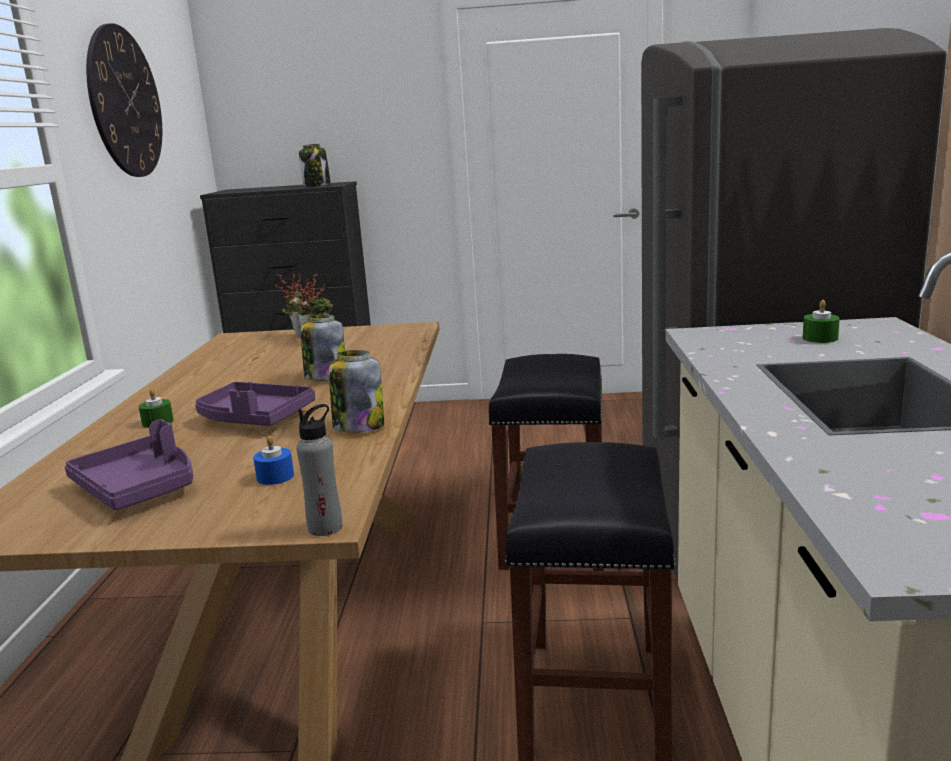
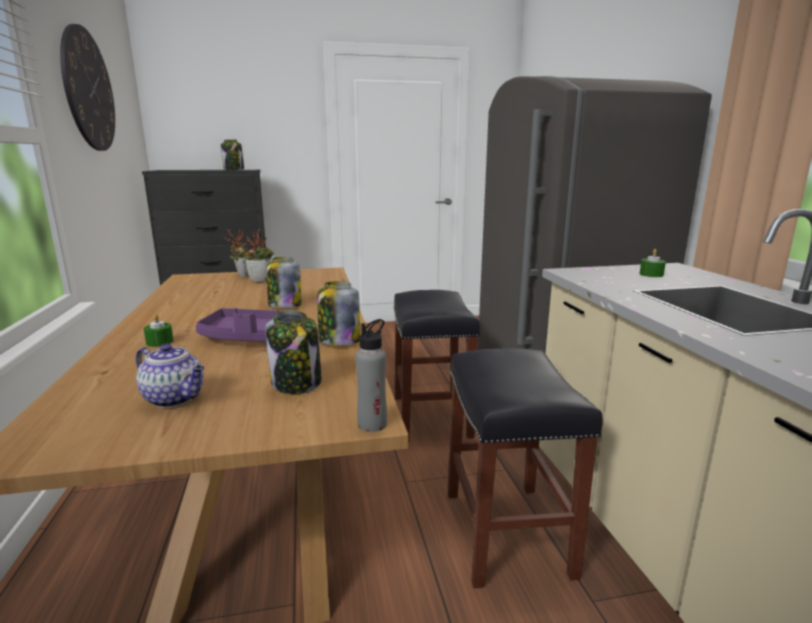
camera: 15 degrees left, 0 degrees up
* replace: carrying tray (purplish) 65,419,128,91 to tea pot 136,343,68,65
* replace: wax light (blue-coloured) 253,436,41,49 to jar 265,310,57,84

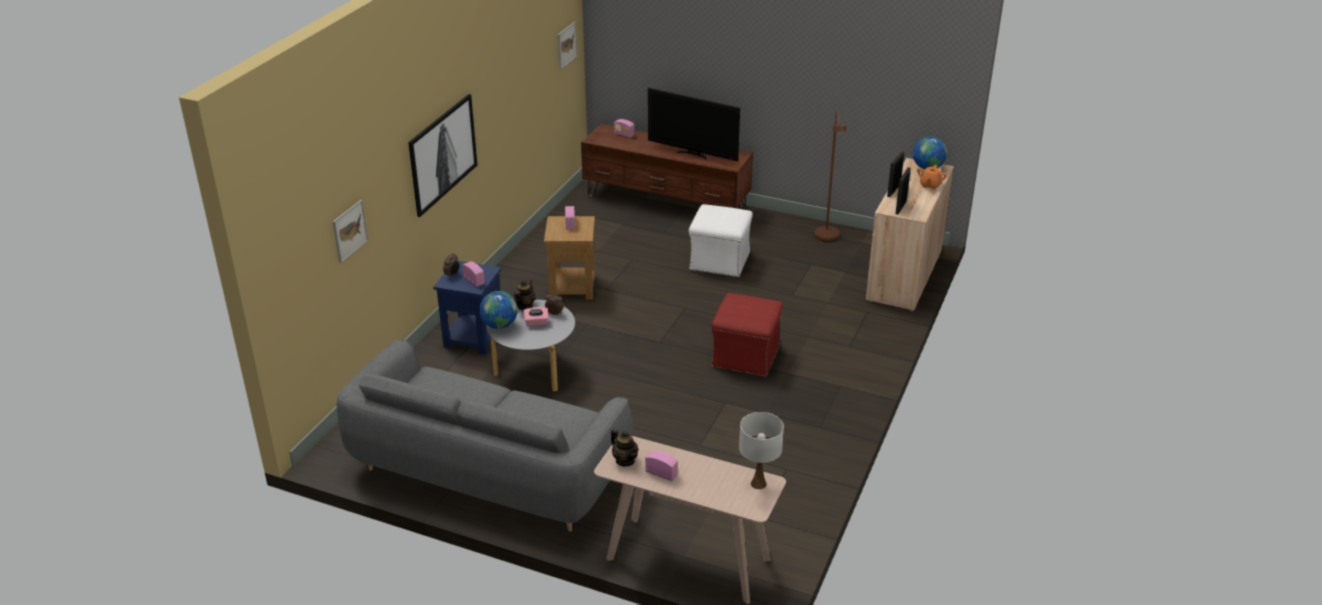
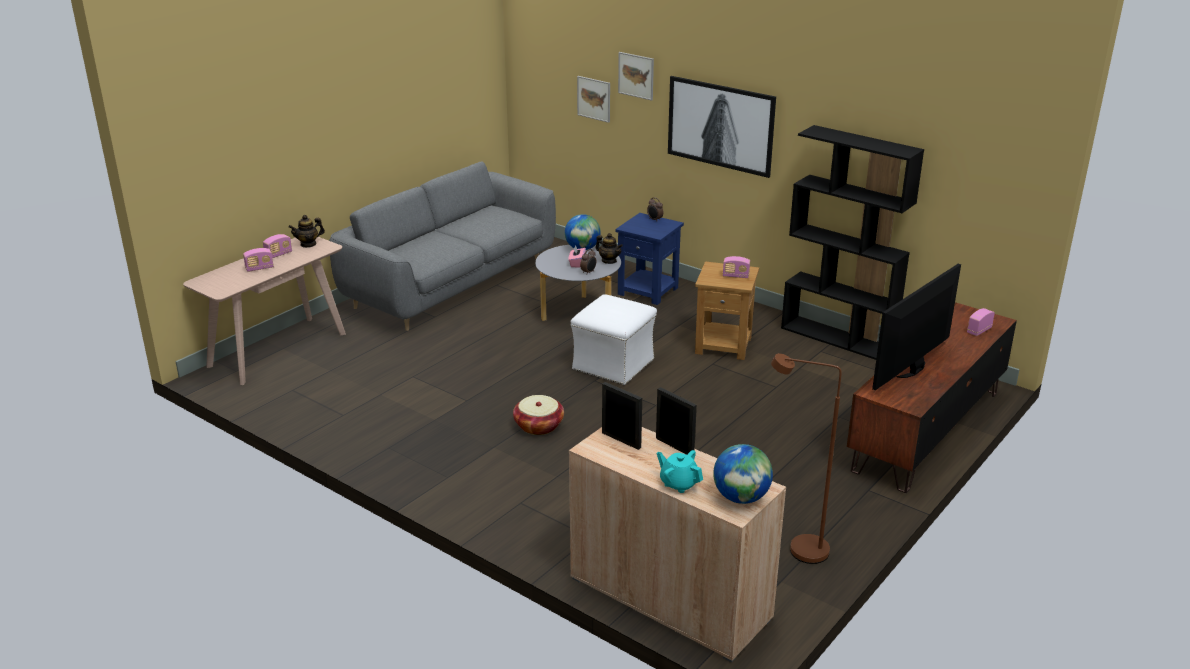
camera: 105 degrees right, 5 degrees down
* delete: lamp for a table (white) 739,412,45,77
* insert: bookshelf (black-coloured) 781,125,143,235
* move: radio 462,261,23,26 to 243,248,31,24
* move: picture 558,22,19,48 to 618,52,36,49
* move: footrest (white) 689,204,64,73 to 571,294,86,91
* replace: footrest (red) 711,293,72,84 to household basket 513,395,51,40
* recolor: tea pot (orangey) 917,165,30,25 to tea pot (turquoise) 657,450,46,43

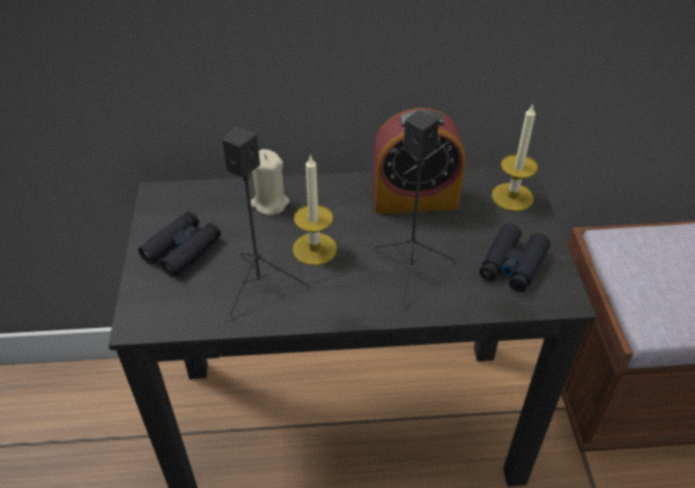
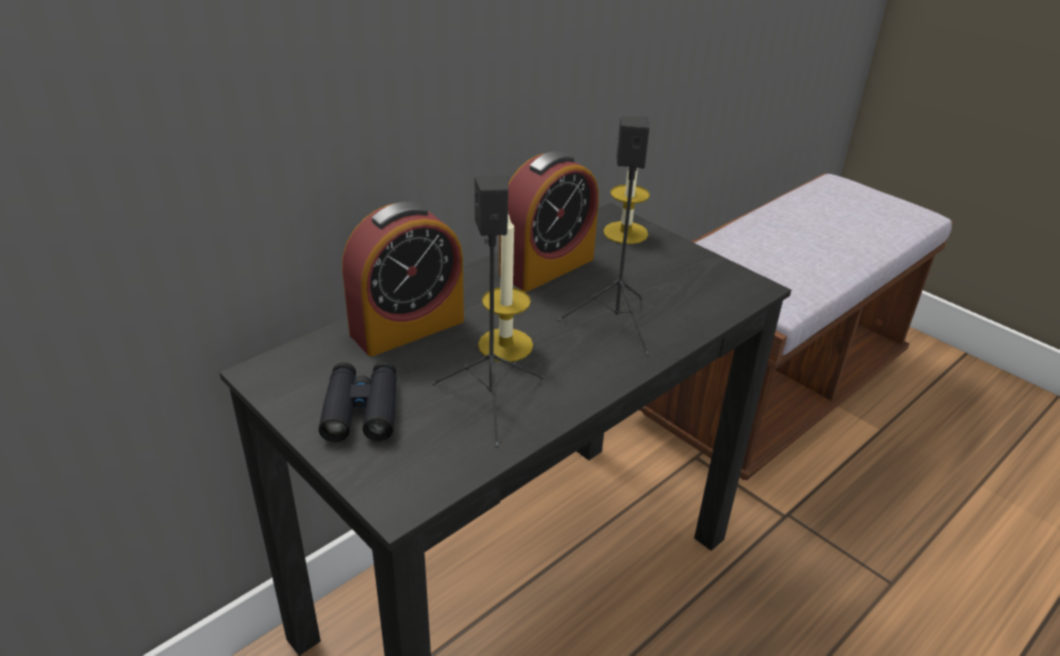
camera: 40 degrees left, 10 degrees down
* delete: binoculars (black-coloured) 479,223,71,69
* replace: wax light (beige-coloured) 251,149,39,66 to table clock 342,202,122,154

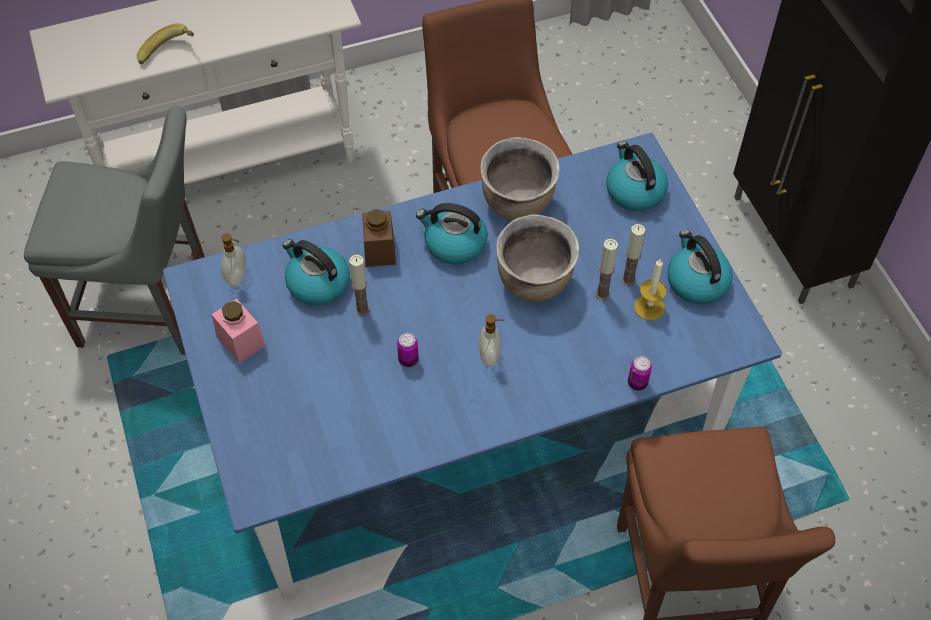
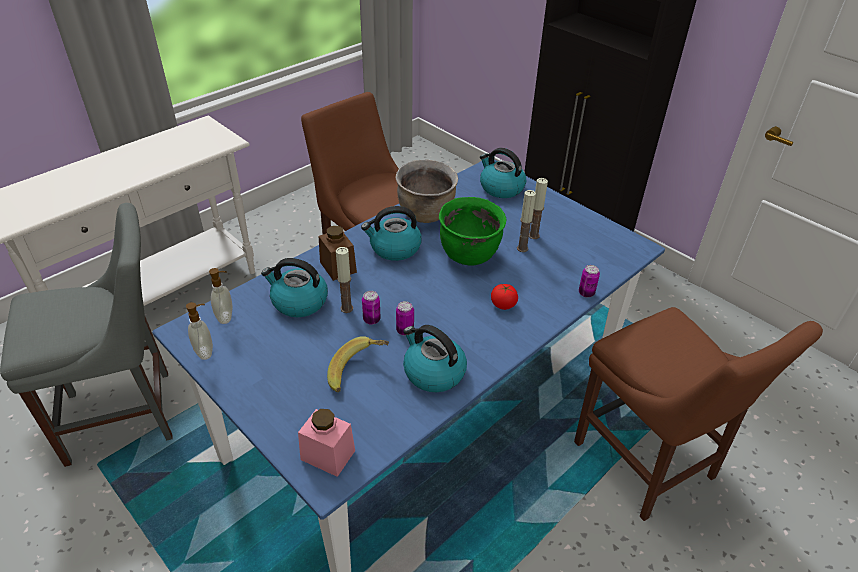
camera: 25 degrees left, 15 degrees down
* delete: wax light 634,258,33,62
* insert: sealed can 362,291,19,34
* insert: fresh tomato 491,284,27,26
* move: whole banana 137,23,57,42 to 327,336,62,56
* move: jar (pink) 211,298,55,65 to 298,409,57,68
* move: soap dispenser 479,314,26,53 to 186,302,27,58
* move: kettle 667,230,66,74 to 403,325,64,67
* recolor: saucepot (brownish) 496,214,83,88 to saucepot (green) 439,197,68,69

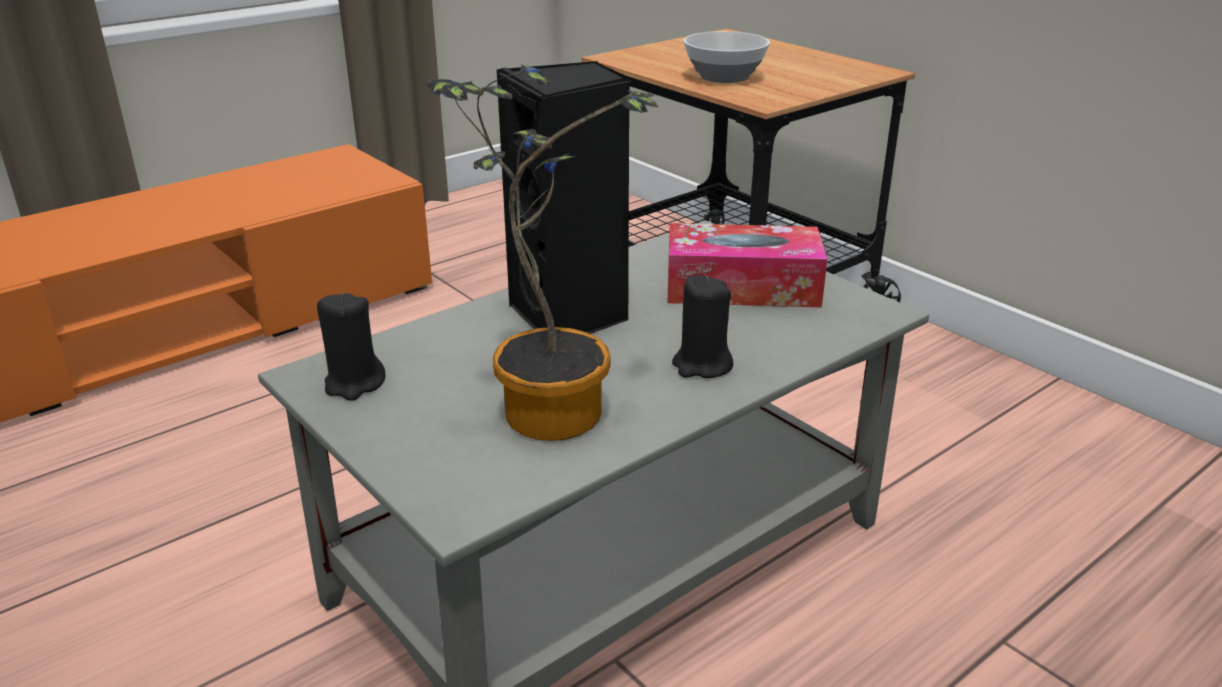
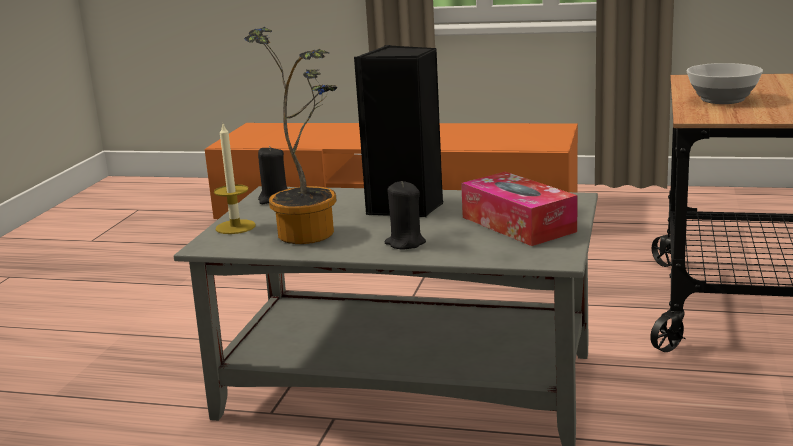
camera: 55 degrees right, 10 degrees down
* insert: wax light 214,124,42,110

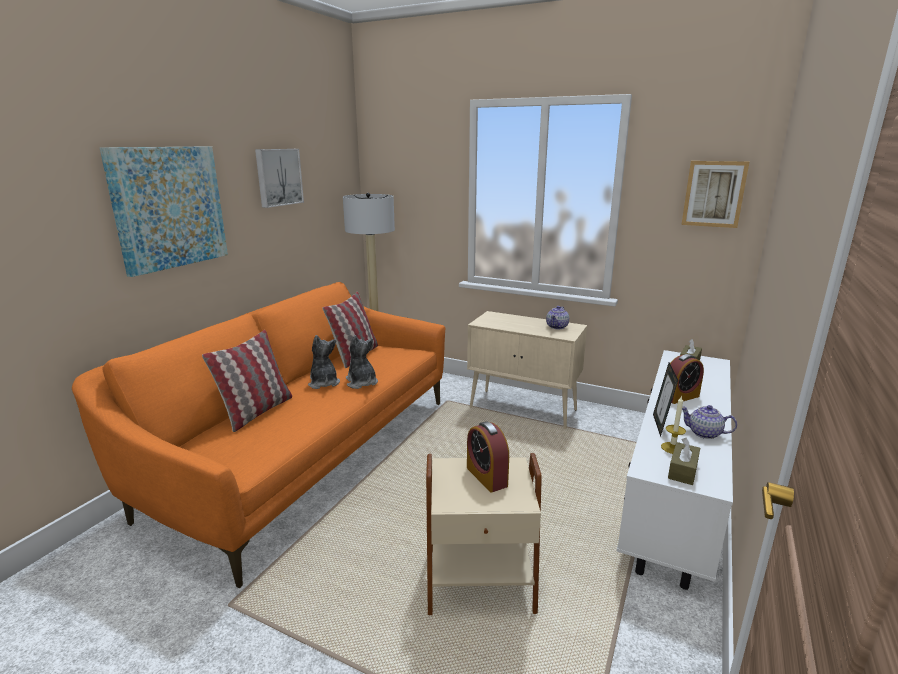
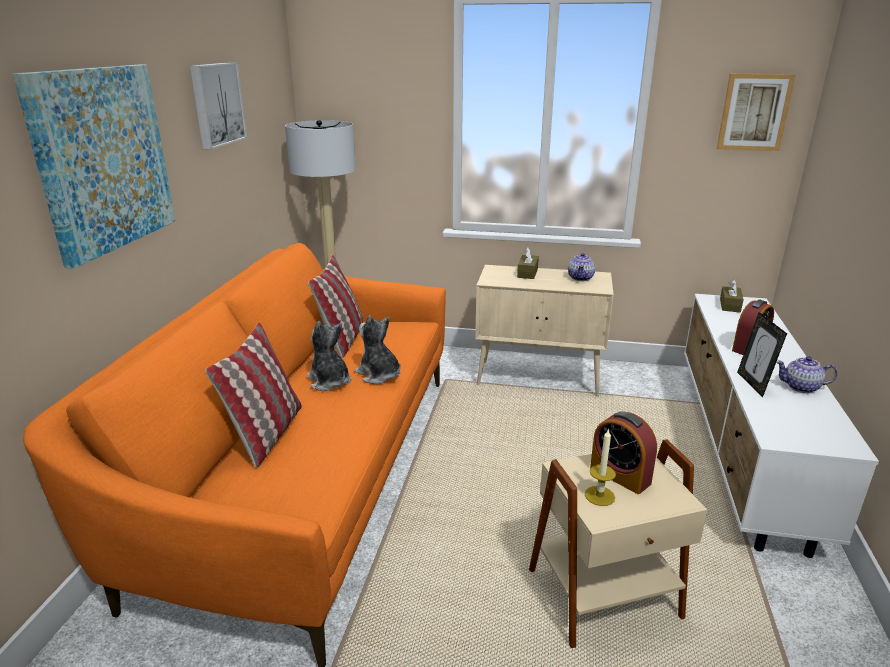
camera: 15 degrees left, 5 degrees up
* move: wax light 661,395,25,59 to 585,428,31,78
* move: tissue holder (brownish) 668,438,32,47 to 517,247,22,32

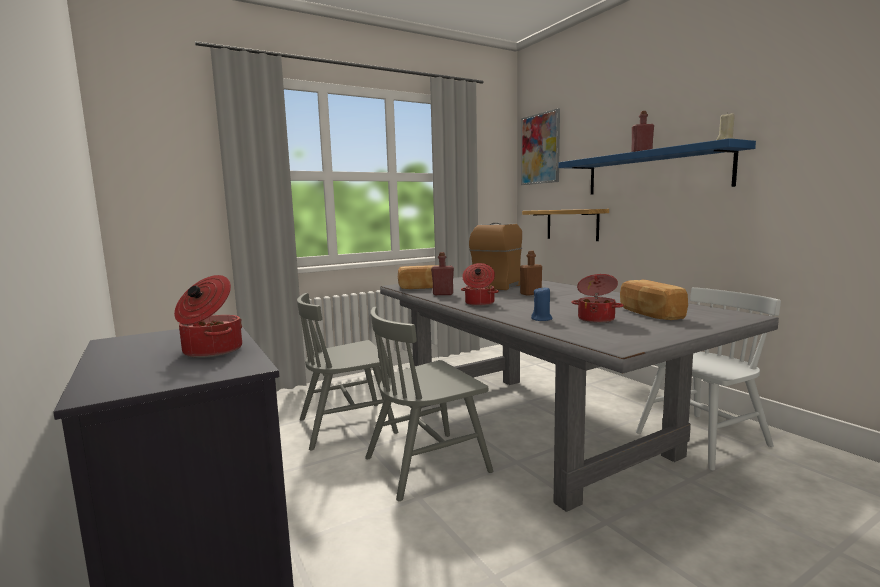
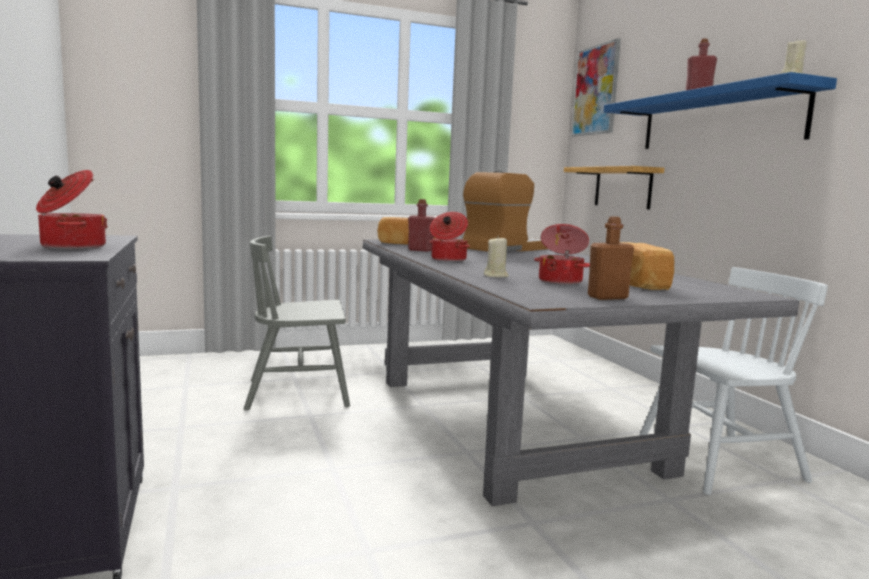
camera: 10 degrees right, 0 degrees up
* delete: plain chair (grey) 365,307,128,194
* move: beverage bottle (brownish) 520,251,22,45 to 588,216,46,84
* recolor: wax light (blue-coloured) 531,286,22,35 to wax light (beige-coloured) 484,236,25,41

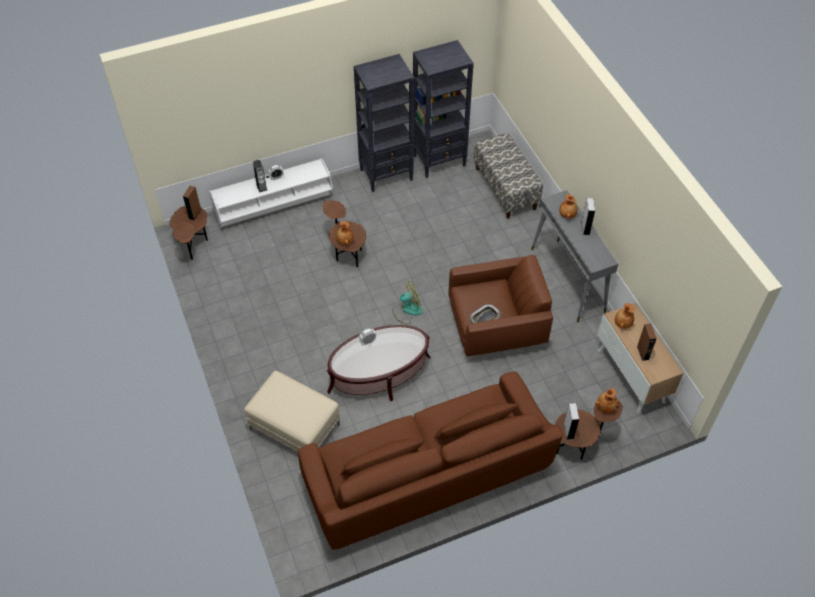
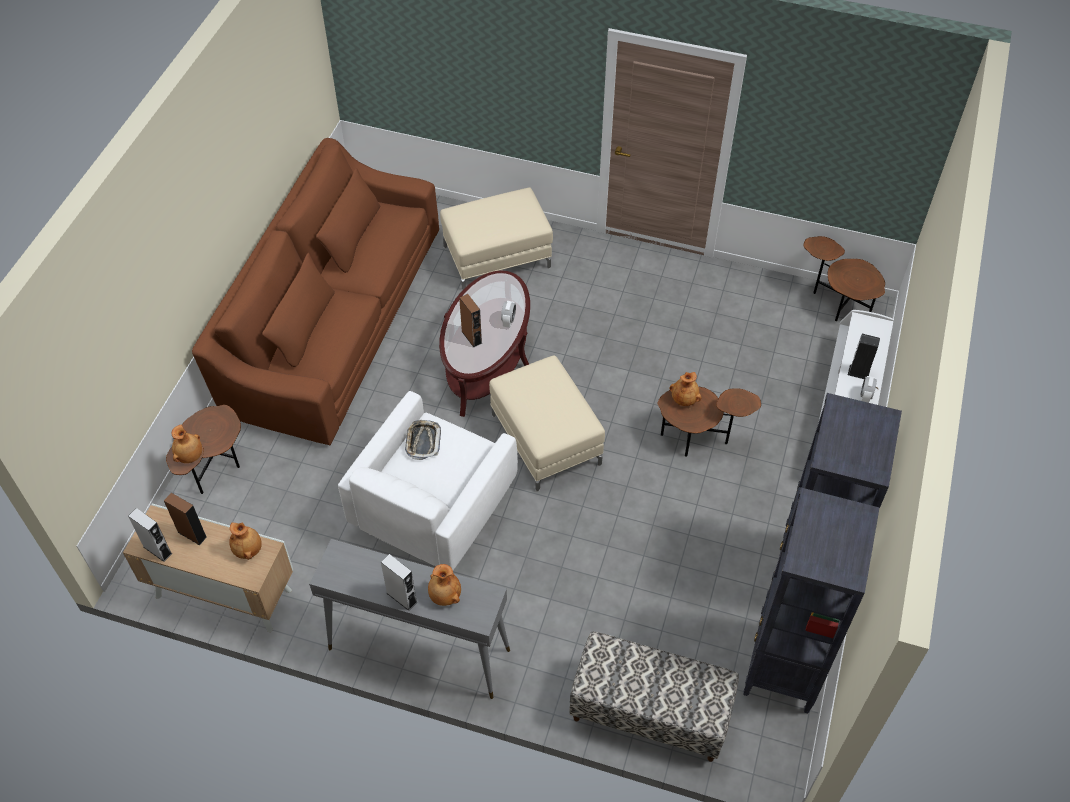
camera: 130 degrees right, 0 degrees up
* move: audio speaker (brownish) 183,186,18,35 to 459,294,23,53
* move: audio speaker (grey) 564,403,15,37 to 128,508,44,54
* replace: cooling fan 392,281,31,44 to footrest (beige-coloured) 489,355,116,137
* recolor: lounge chair (brownish) 449,255,104,101 to lounge chair (white) 338,391,180,179

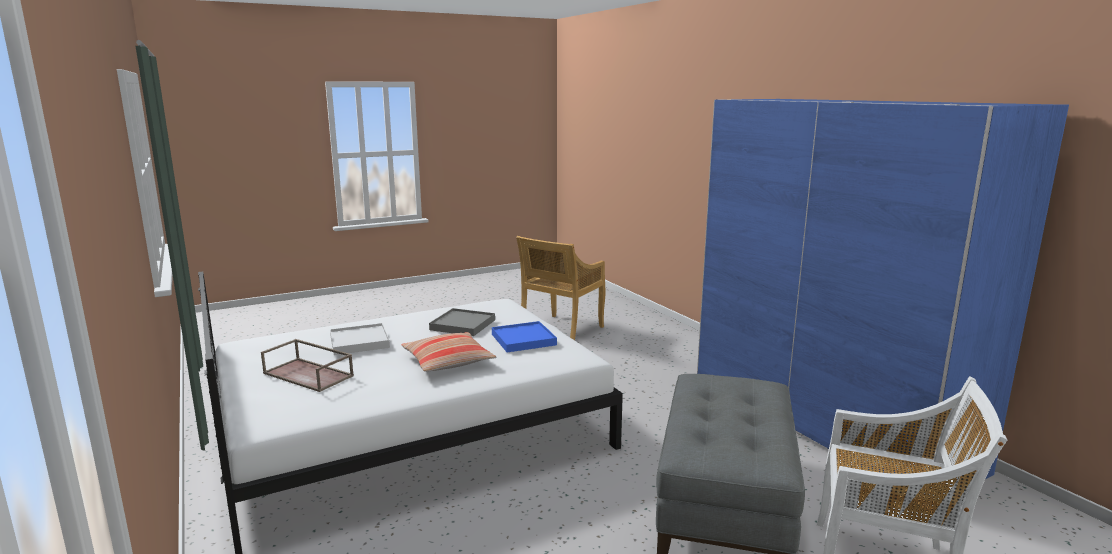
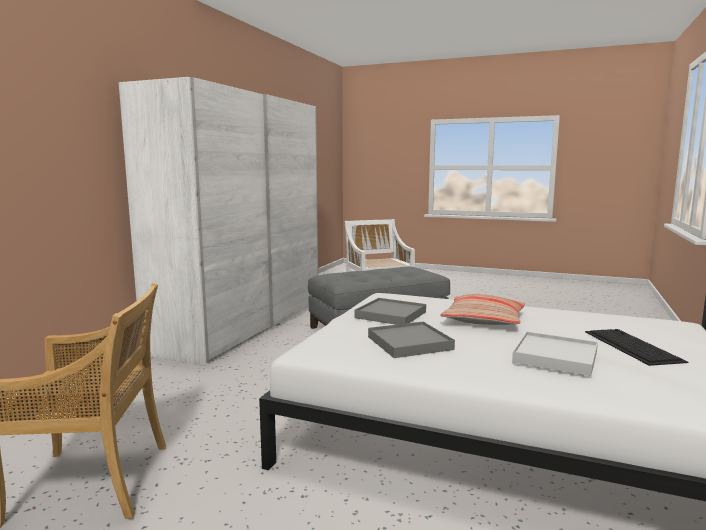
camera: 130 degrees left, 5 degrees down
* replace: carrying tray (brownish) 261,339,93,53 to PC keyboard 585,329,104,37
* recolor: carrying tray (blue-coloured) 492,321,65,31 to carrying tray (grey) 354,298,72,27
* recolor: clothes cupboard (blue-coloured) 697,99,372,395 to clothes cupboard (white) 119,77,199,289

